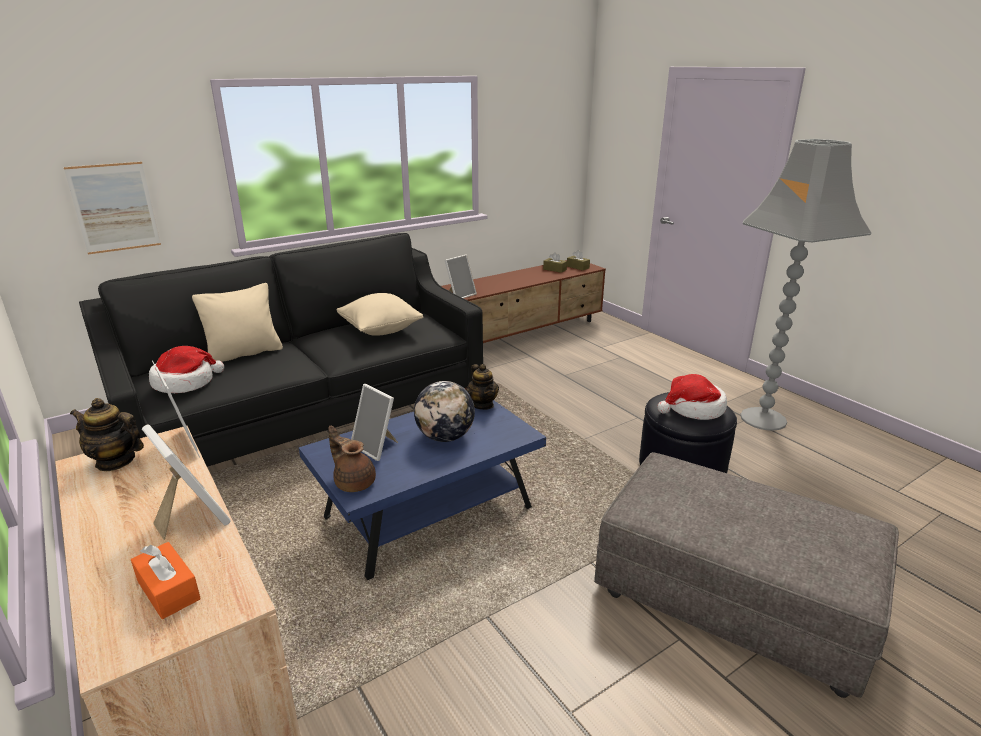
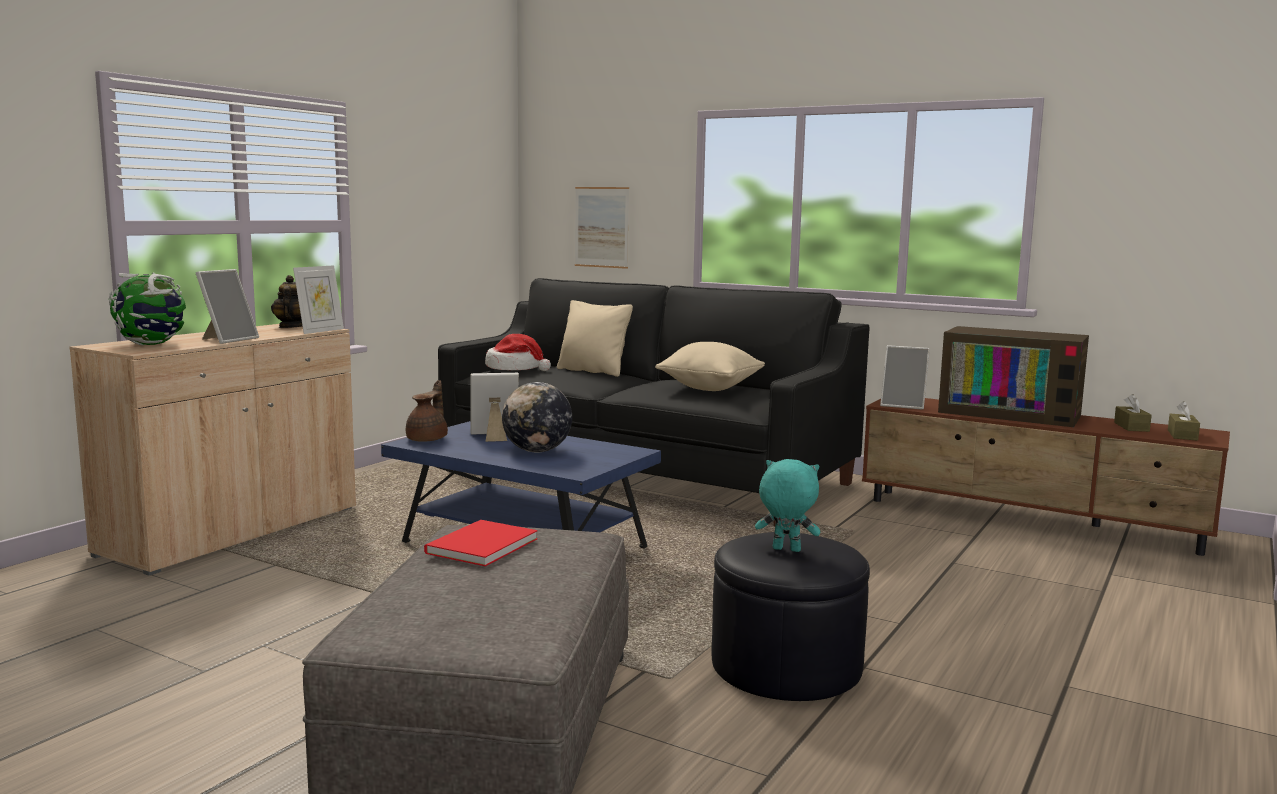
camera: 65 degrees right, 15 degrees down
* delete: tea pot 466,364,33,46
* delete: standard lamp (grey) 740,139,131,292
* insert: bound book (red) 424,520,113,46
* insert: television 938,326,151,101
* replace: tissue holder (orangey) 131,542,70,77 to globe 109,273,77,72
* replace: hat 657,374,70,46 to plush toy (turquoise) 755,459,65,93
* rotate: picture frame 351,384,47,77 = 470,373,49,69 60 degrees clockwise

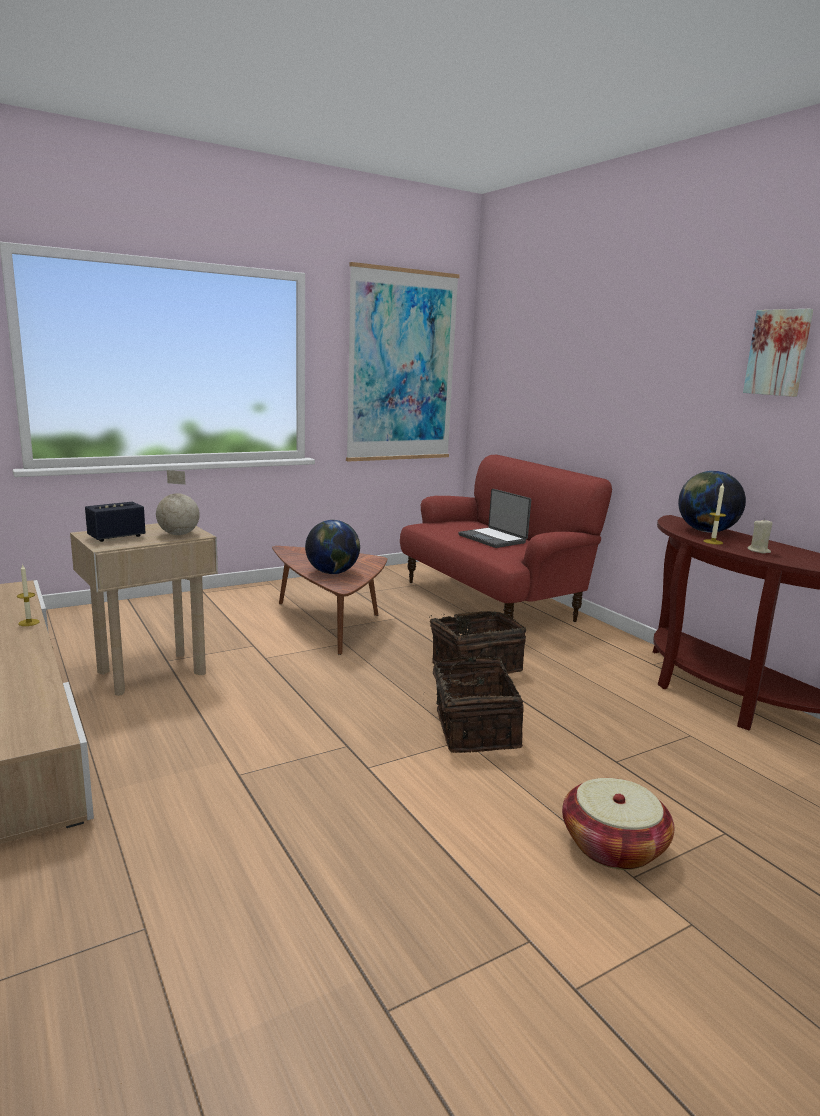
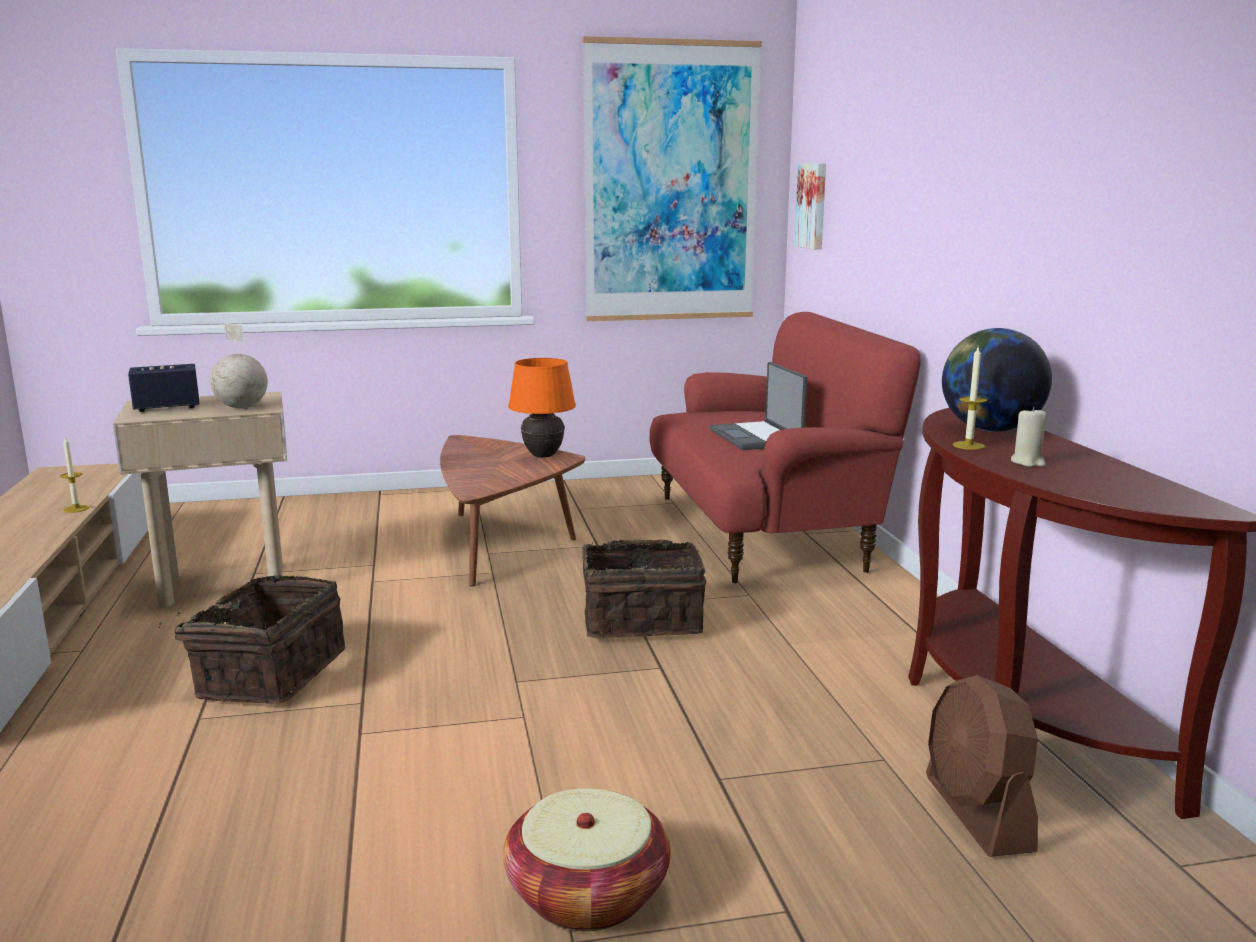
camera: 20 degrees right, 0 degrees up
* delete: globe 305,520,55,54
* insert: lamp for a table (orangey) 508,358,68,100
* insert: cooling fan (brownish) 926,675,112,182
* move: household basket 423,657,100,96 to 159,575,186,129
* move: picture 743,309,70,88 to 795,163,31,87

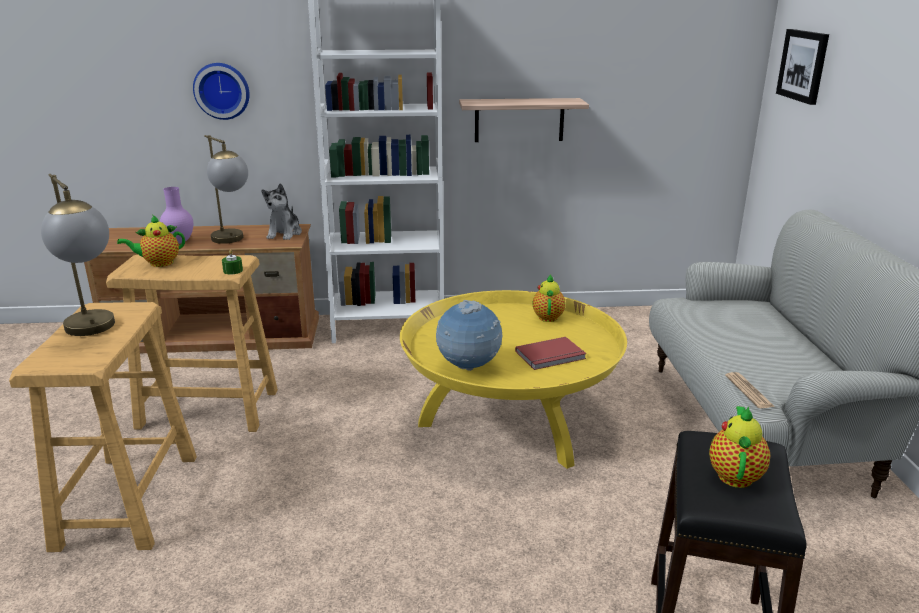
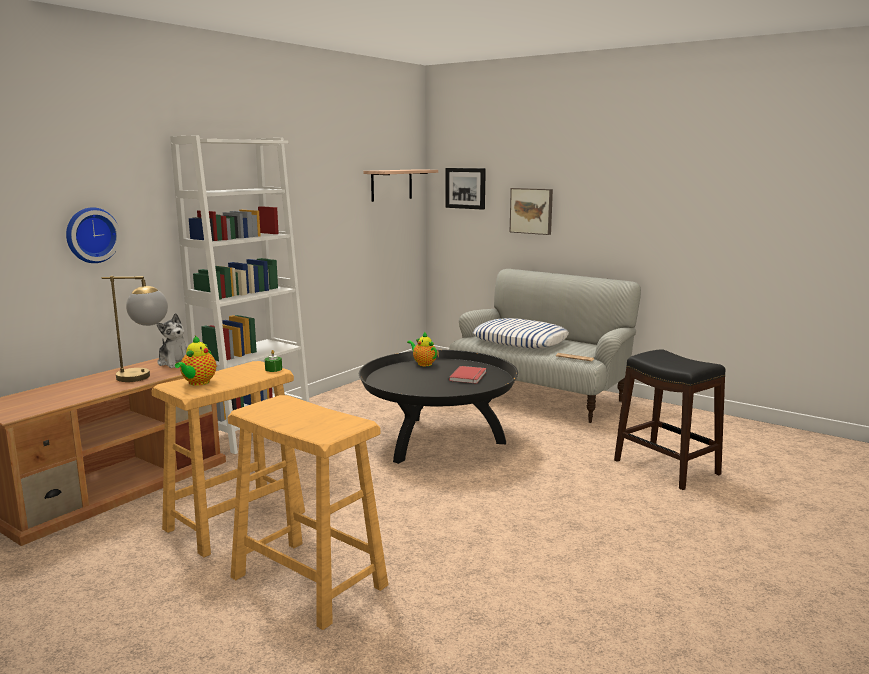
camera: 50 degrees left, 10 degrees down
* delete: lamp for a table 41,174,74,162
* delete: vase (purplish) 160,187,33,57
* delete: globe 436,300,66,71
* delete: tea pot 709,406,61,82
* insert: pillow 473,318,96,31
* insert: picture 510,188,43,47
* move: bracket shelf 459,98,130,44 to 363,169,75,33
* recolor: coffee table (yellowish) 400,290,227,179 to coffee table (black-coloured) 359,350,159,114

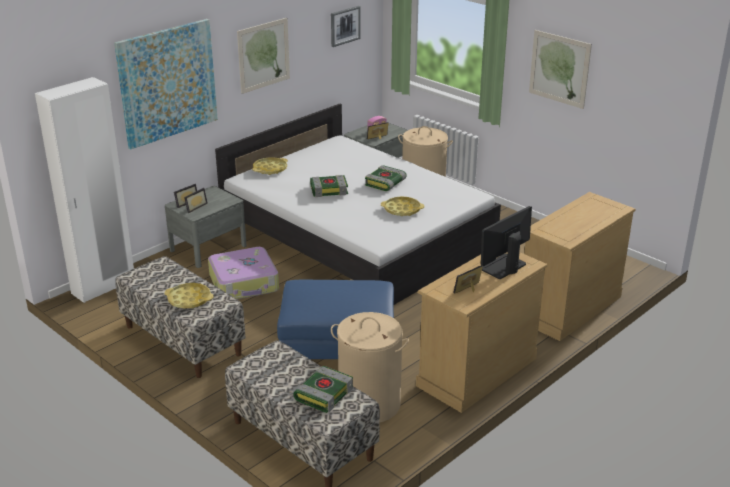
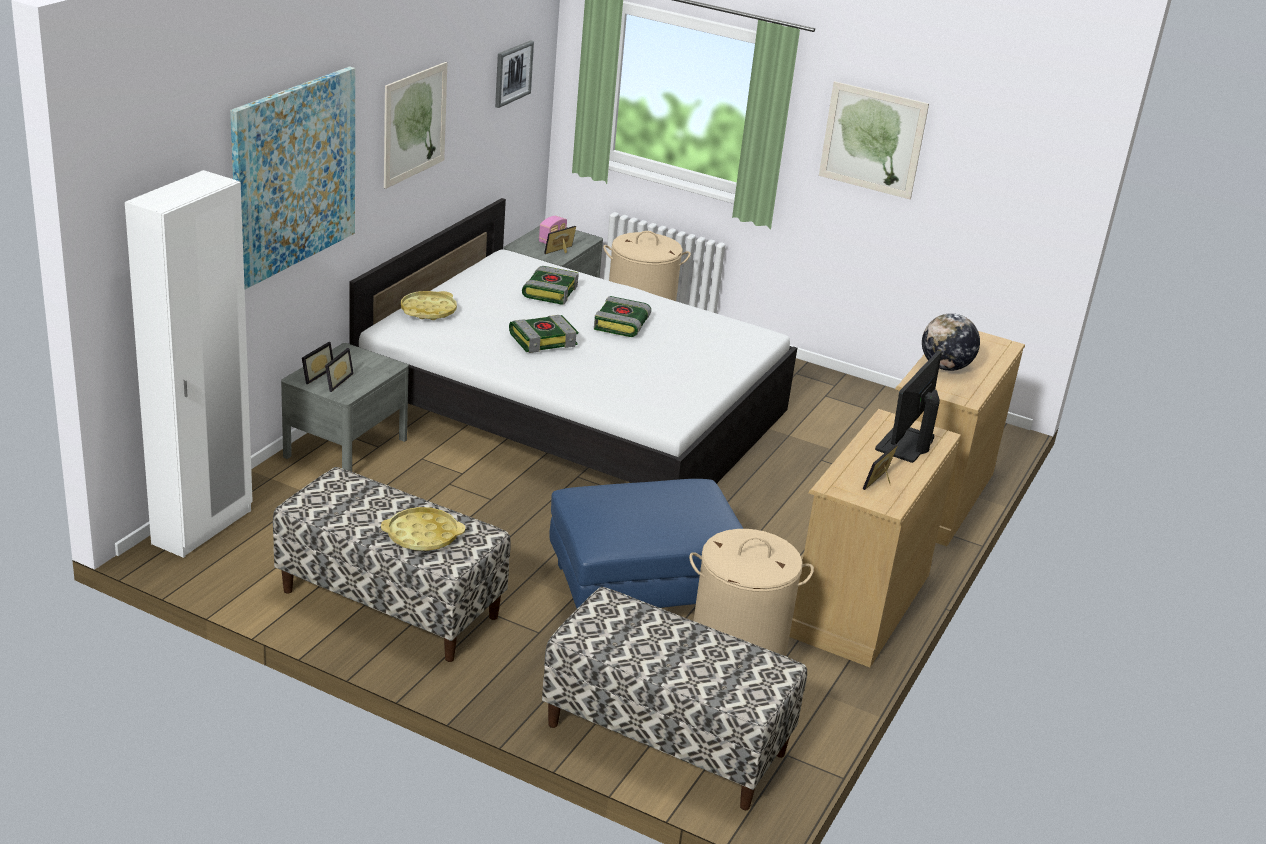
camera: 20 degrees left, 0 degrees up
* delete: travel case 208,247,71,53
* delete: carrying tray (yellowish) 381,196,43,20
* insert: globe 922,313,58,58
* move: bound book 293,366,60,47 to 522,266,57,39

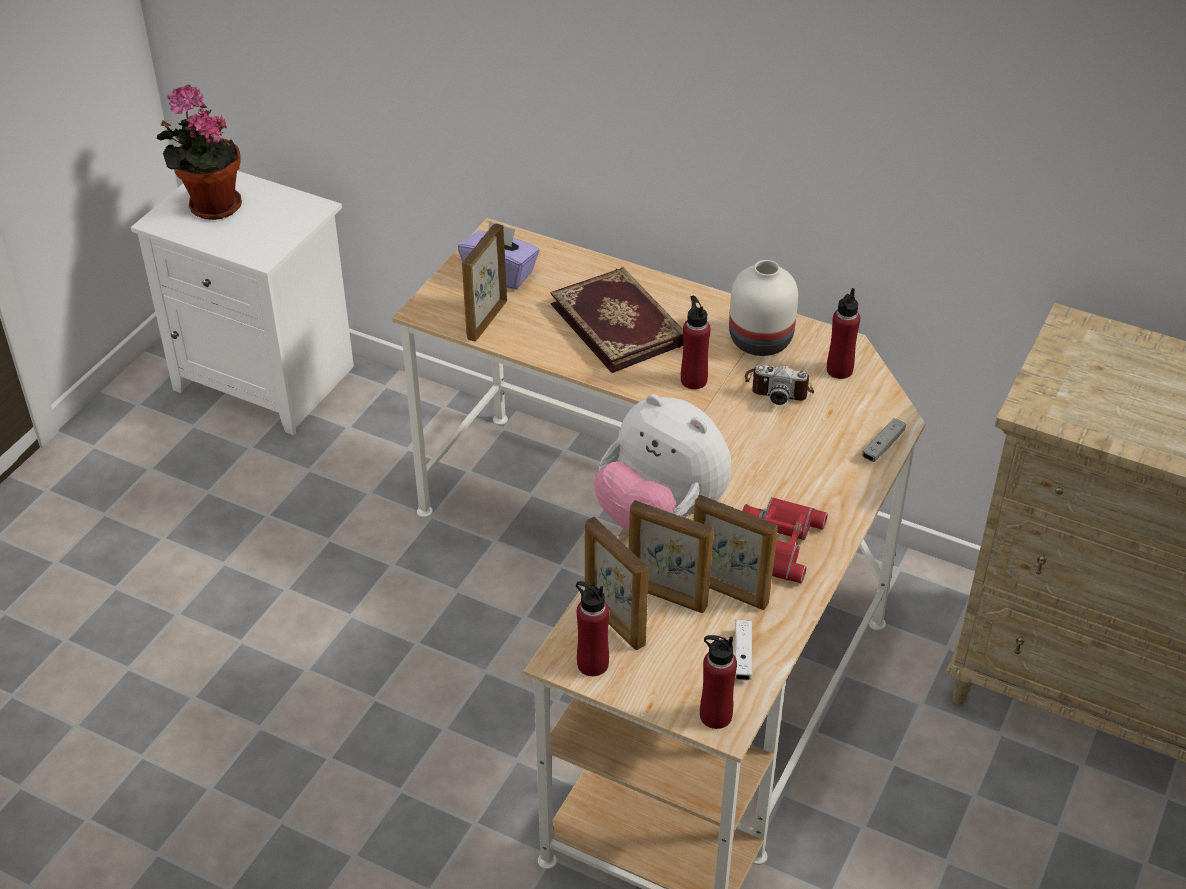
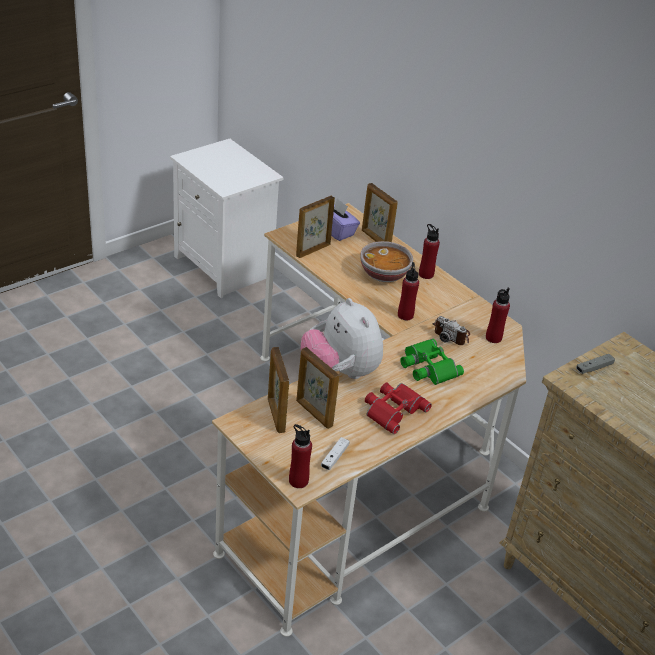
camera: 20 degrees right, 5 degrees down
* delete: plant in a pot 157,84,85,136
* delete: vase (white) 729,260,69,96
* insert: binoculars (green) 400,339,64,46
* move: beverage bottle (red) 576,581,33,95 to 419,224,21,55
* move: picture frame 693,495,85,115 to 362,183,36,59
* move: joypad (grey) 862,418,44,44 to 576,354,39,20
* replace: bound book 550,267,133,106 to bowl 360,241,53,41

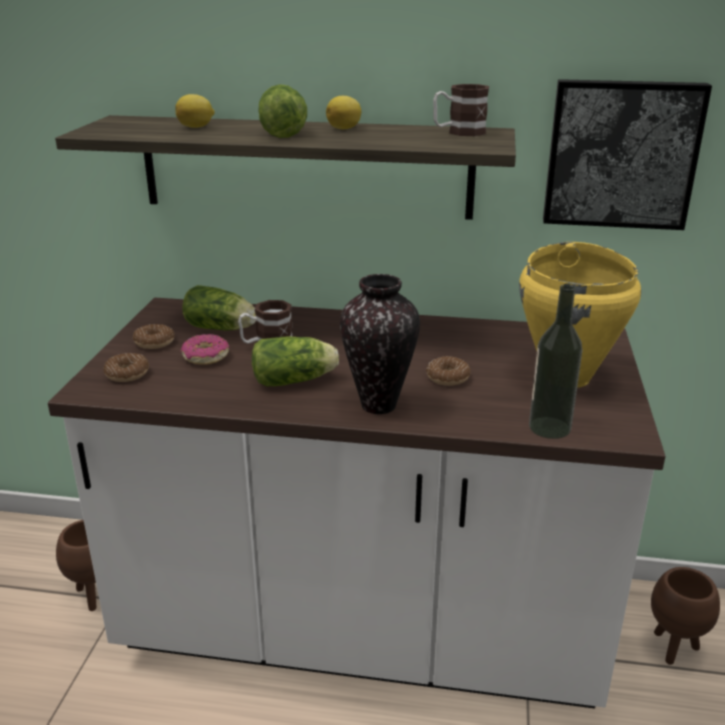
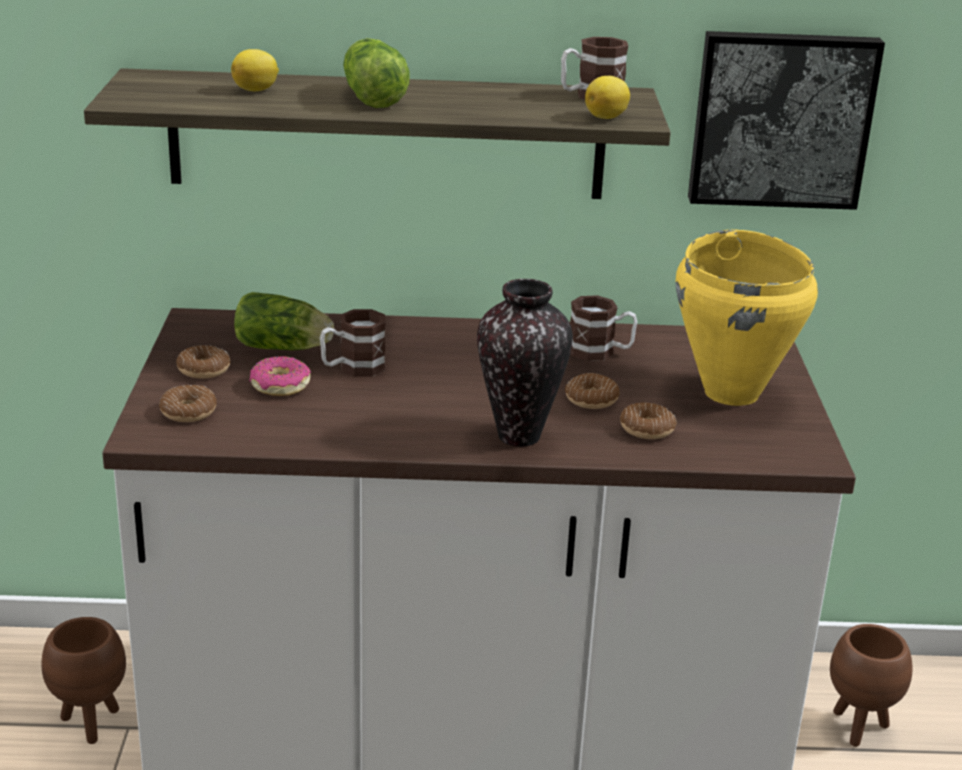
camera: 10 degrees left, 0 degrees up
* delete: lettuce head 252,336,87,50
* delete: beverage bottle 529,284,54,155
* insert: mug 570,295,67,66
* insert: donut 620,402,56,37
* move: citrus fruit 326,96,35,33 to 585,76,45,43

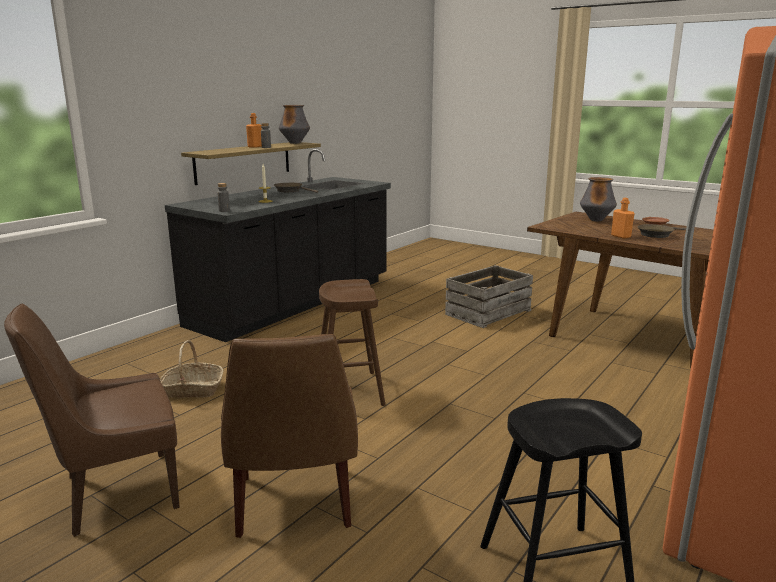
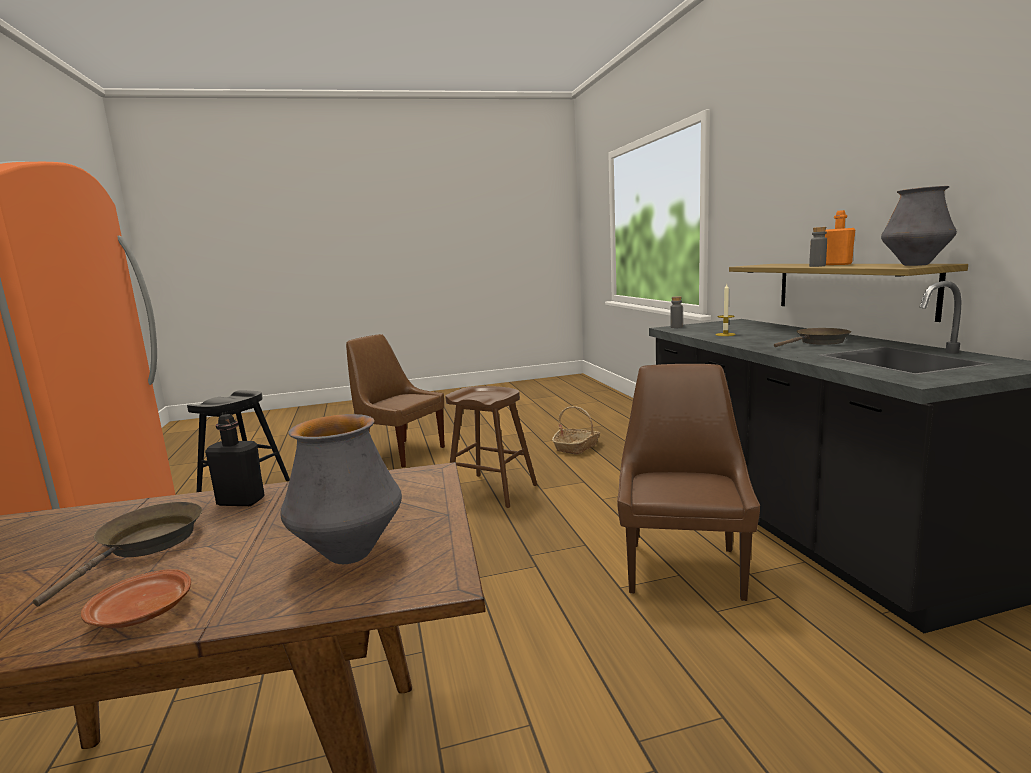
camera: 130 degrees right, 5 degrees down
* delete: crate 445,265,88,63
* move: plain chair (brownish) 4,304,176,233 to 617,364,143,237
* recolor: beverage bottle (orangey) 611,198,24,41 to beverage bottle (black-coloured) 205,414,60,92

